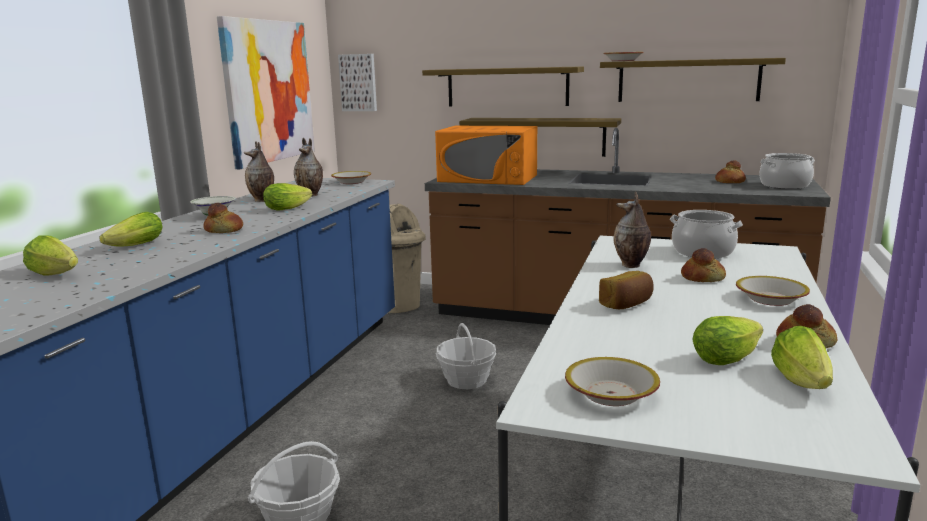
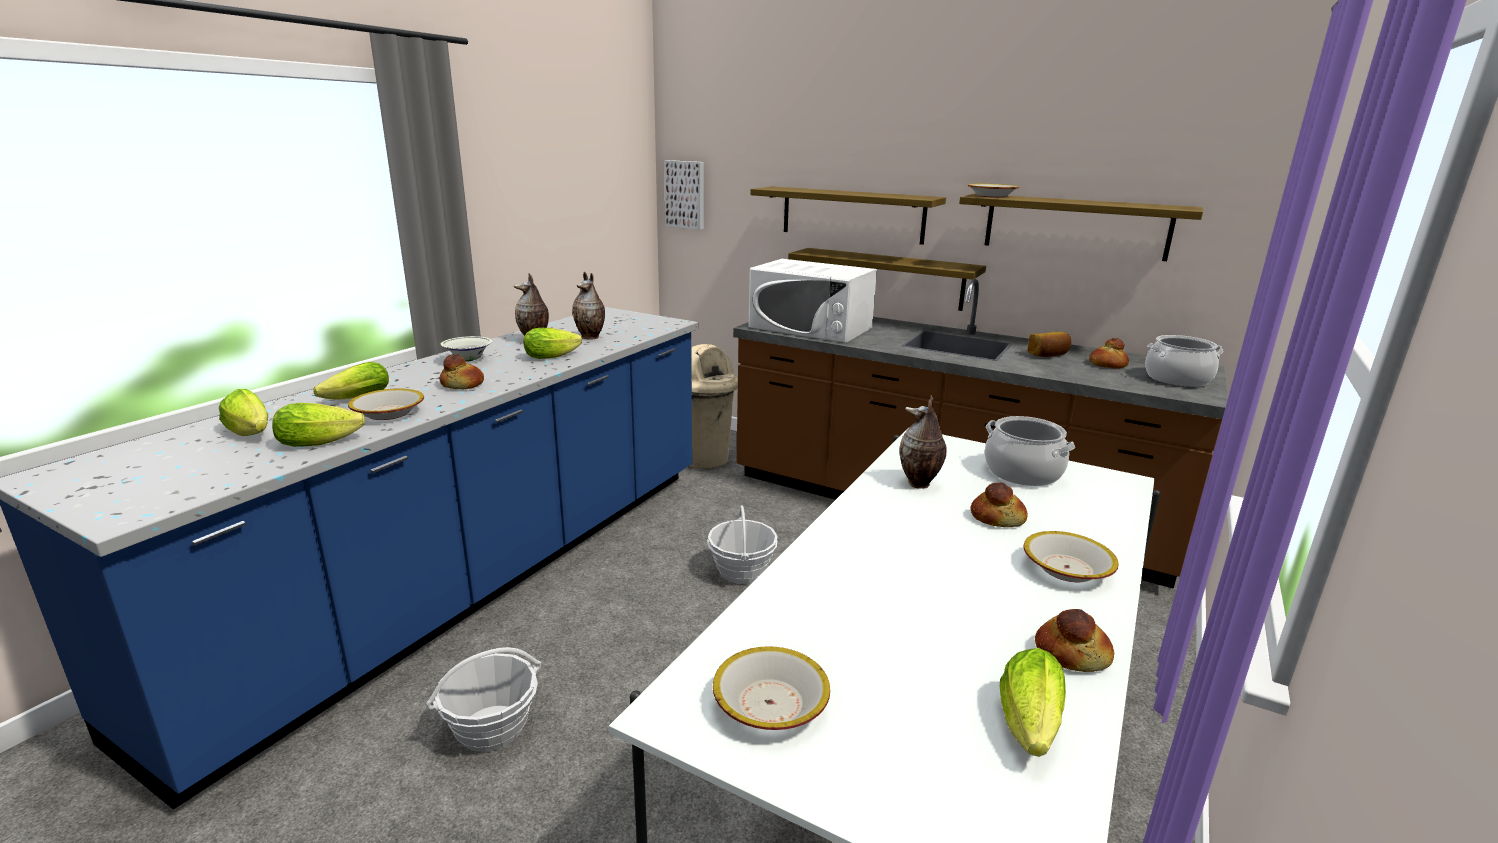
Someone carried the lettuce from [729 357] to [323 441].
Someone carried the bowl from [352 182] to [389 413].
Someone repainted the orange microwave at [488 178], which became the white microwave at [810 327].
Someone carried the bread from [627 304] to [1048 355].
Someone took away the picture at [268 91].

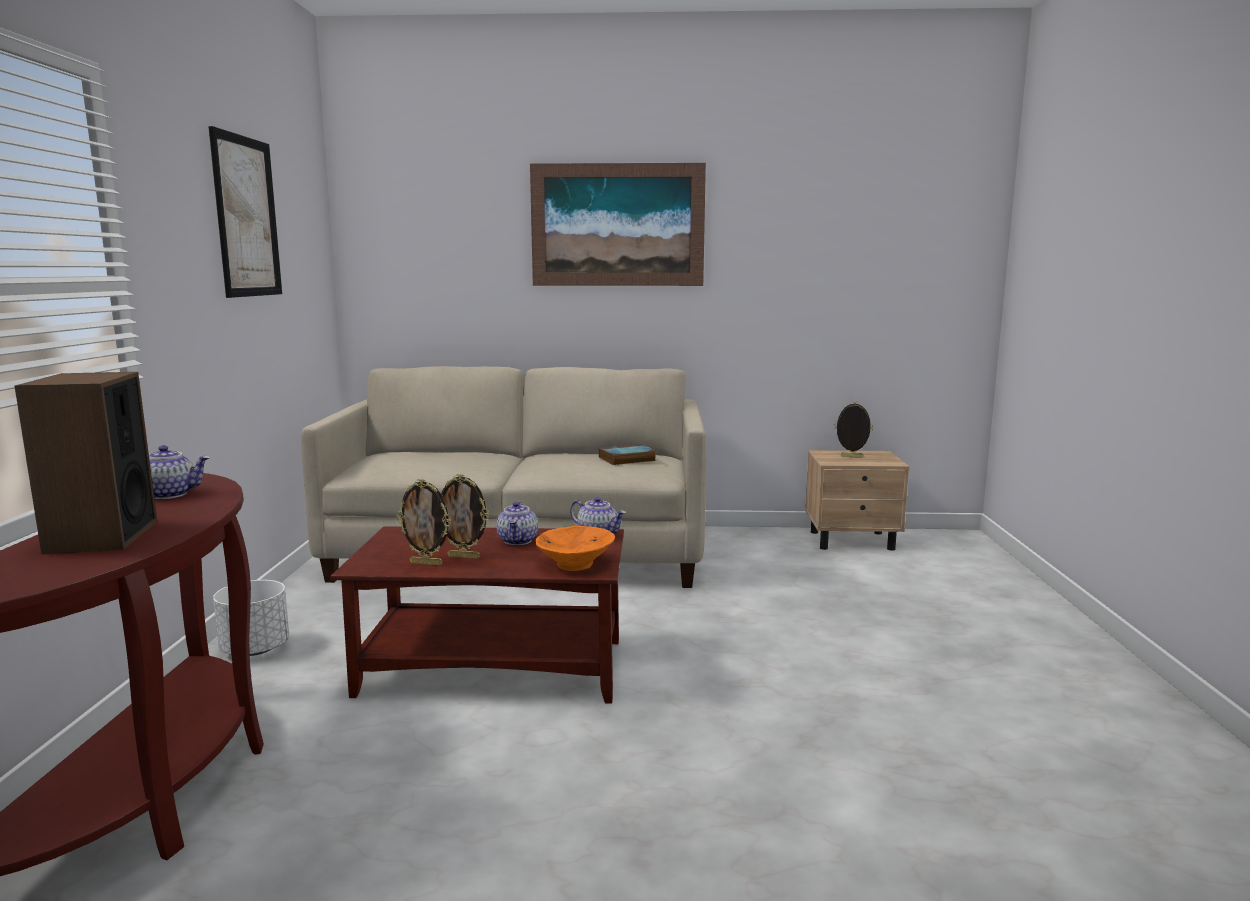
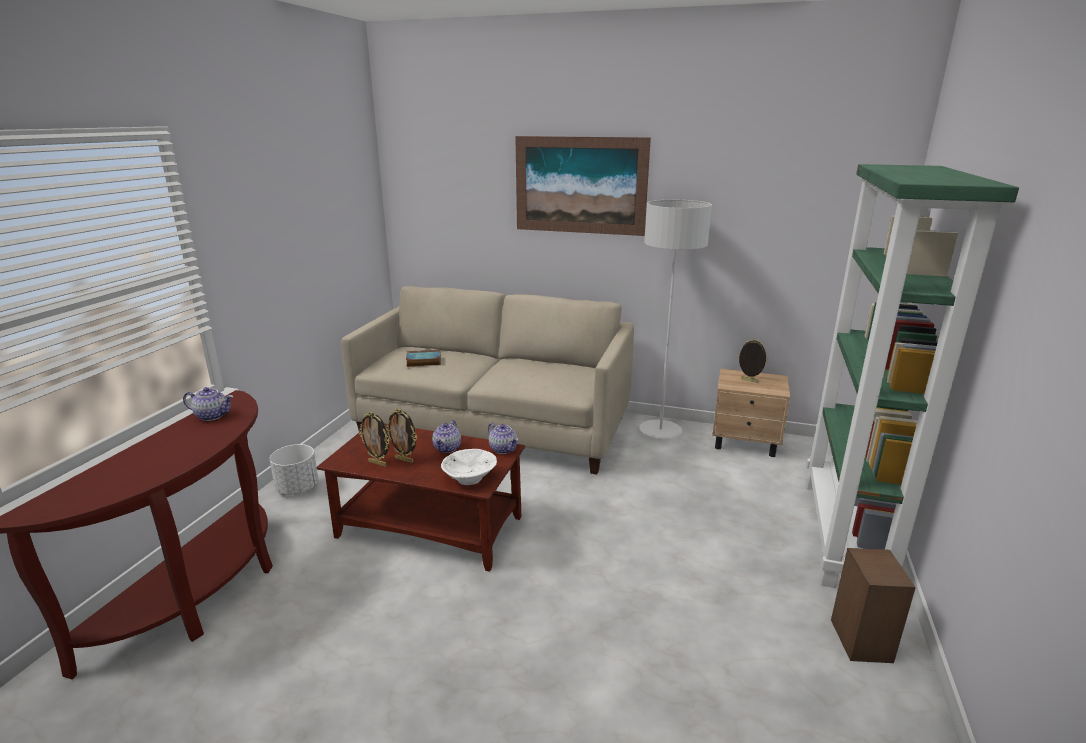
Someone carried the book from [626 459] to [423 361].
Someone repainted the orange bowl at [575 564], which became the white bowl at [470 478].
Someone put down the grey floor lamp at [660 431].
Someone put down the green bookcase at [845 534].
Someone carried the speaker from [101 537] to [860 640].
Someone took away the picture at [246 217].

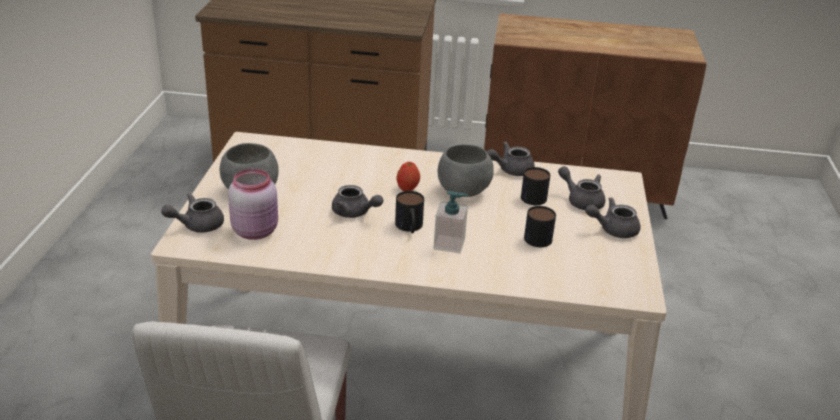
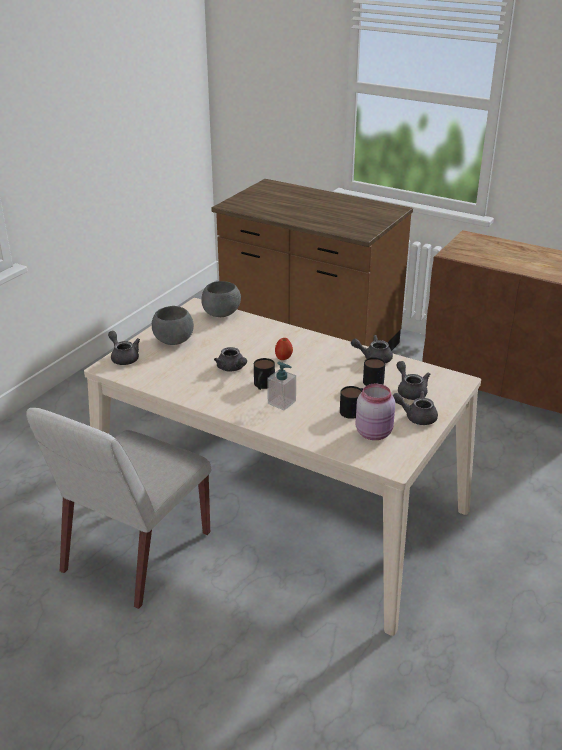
Someone rotated the grey teapot at [197 225] by 60 degrees clockwise.
Someone carried the grey bowl from [464 191] to [222 314].
Someone carried the pink jar from [256 231] to [375 433].

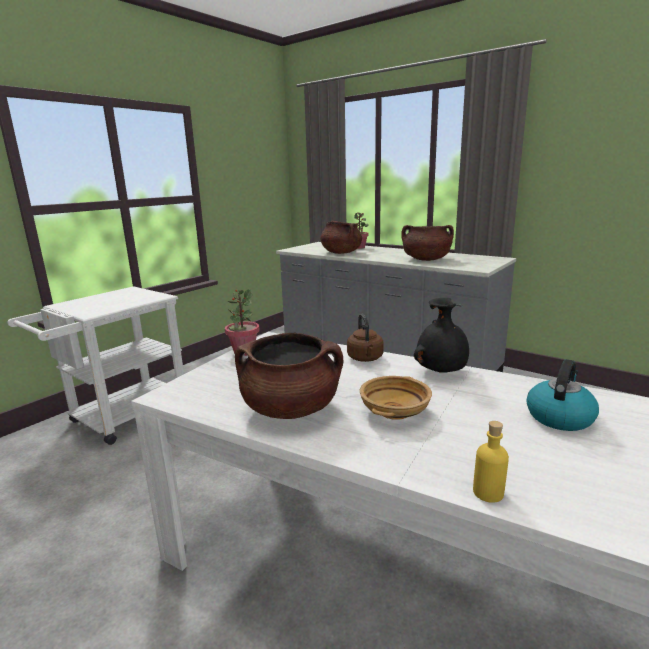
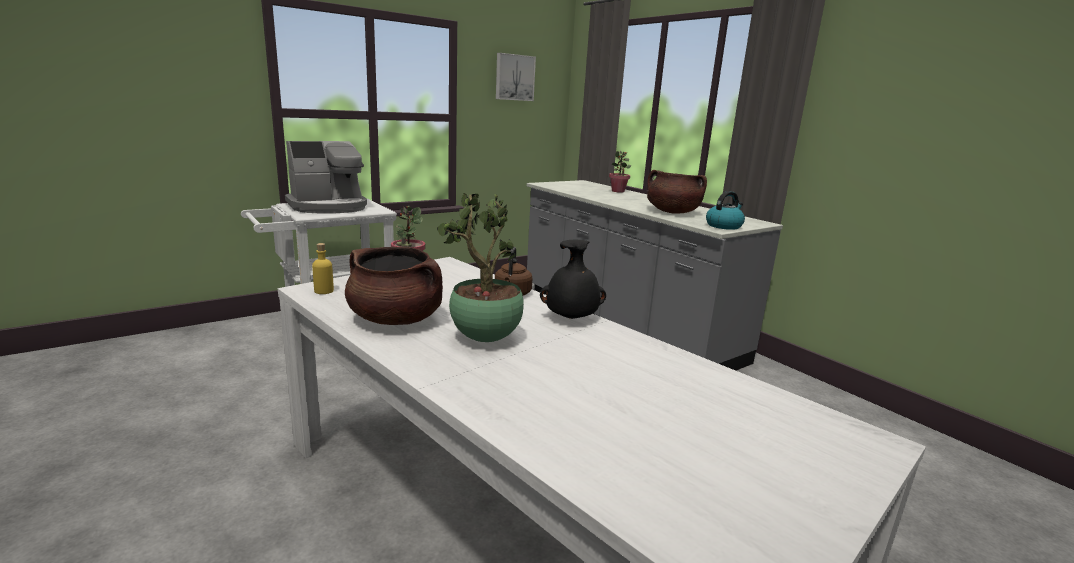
Someone put down the coffee machine at [329 207].
Someone carried the yellow bottle from [488 492] to [324 291].
Someone swapped the beige bowl at [395 411] for the potted plant at [484 339].
Someone put up the picture at [514 77].
Someone carried the kettle from [559 417] to [724 226].
Someone took away the brown cooking pot at [341 253].

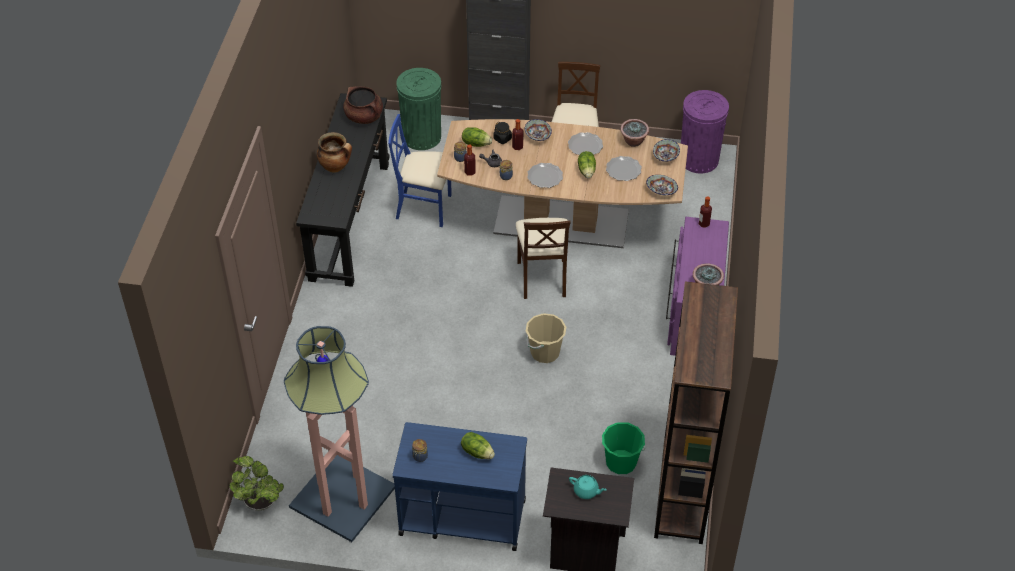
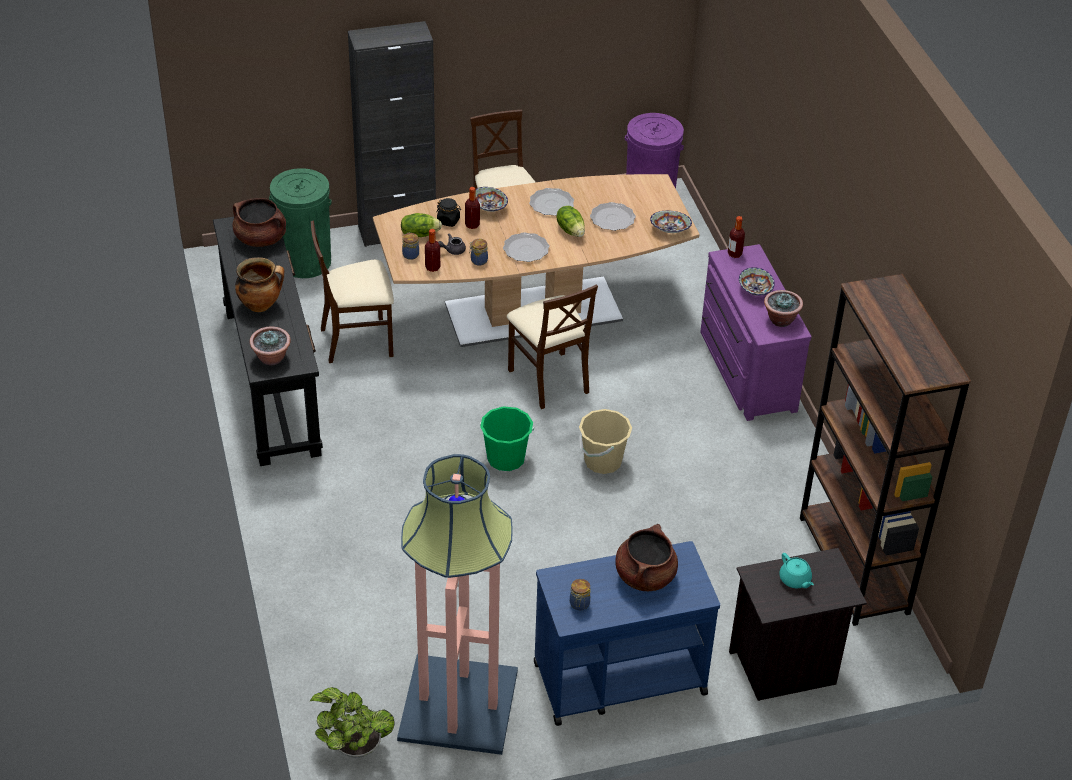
Someone carried the potted plant from [633 141] to [272 358].
Someone repainted the blue chair at [424 207], which became the beige chair at [357 340].
Someone carried the green bucket from [621 462] to [506 458].
Someone swapped the lettuce at [477 452] for the brown cooking pot at [645 576].
Someone carried the bowl from [666 157] to [755 290].
Someone rotated the turquoise teapot at [586 491] by 60 degrees clockwise.

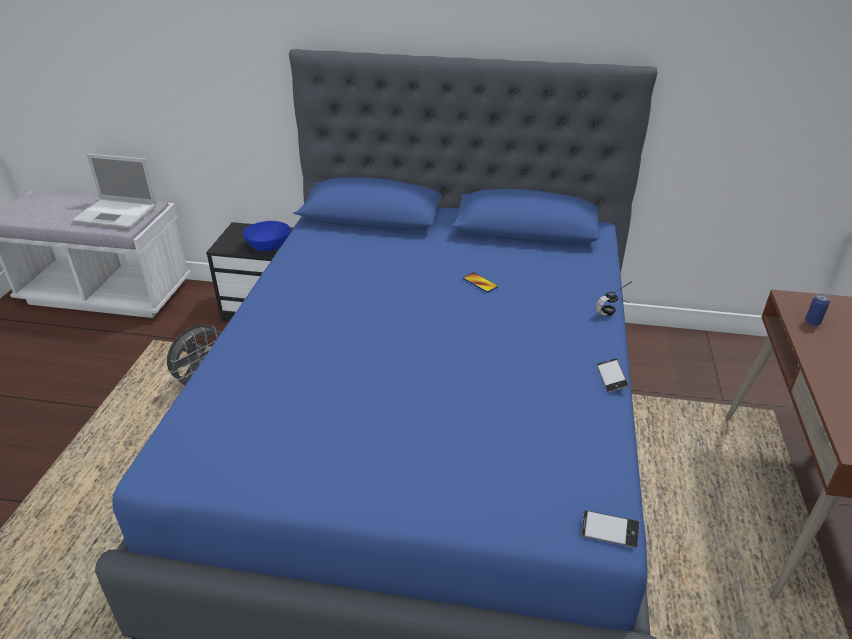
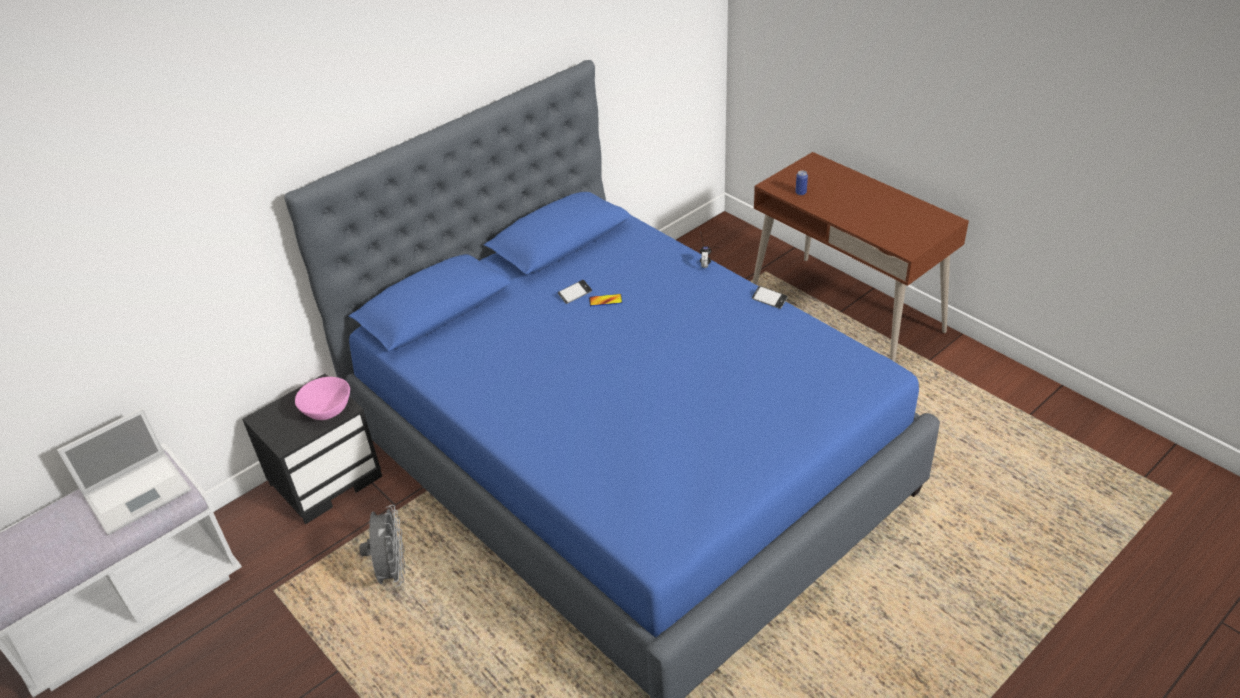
Someone repainted the blue bowl at [268 246], which became the pink bowl at [326 409].
Someone carried the phone from [609 532] to [575 294].

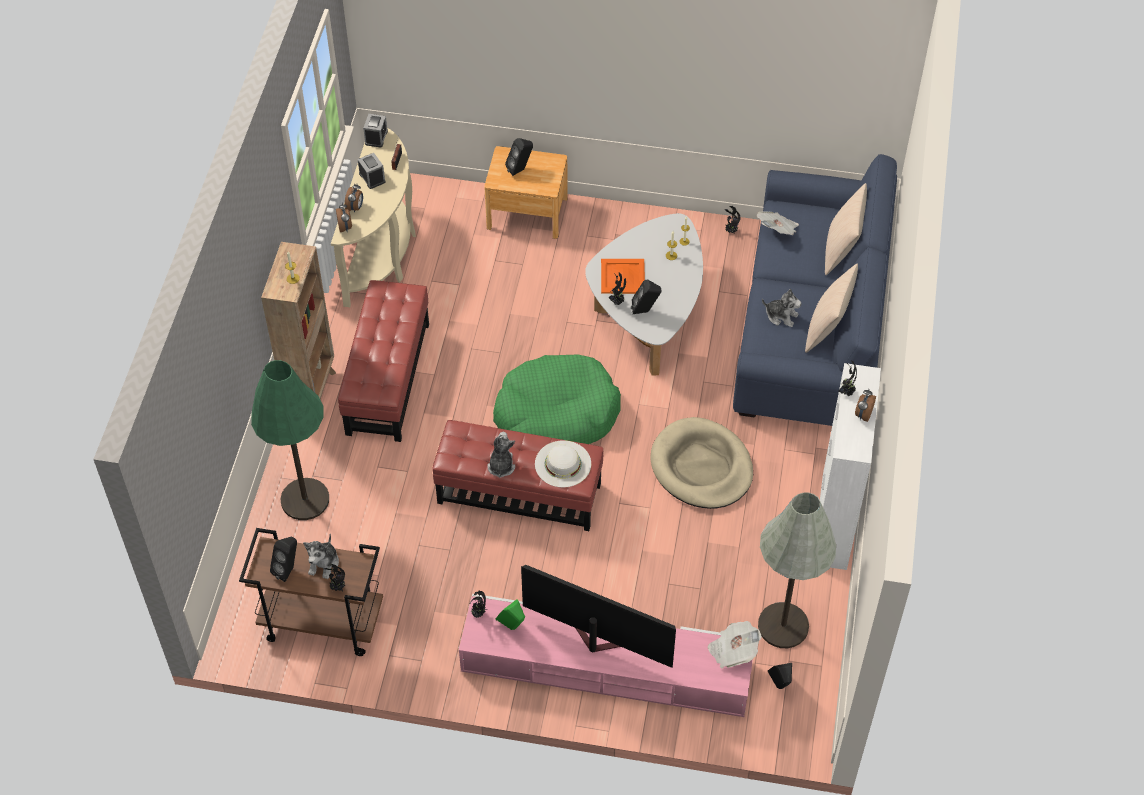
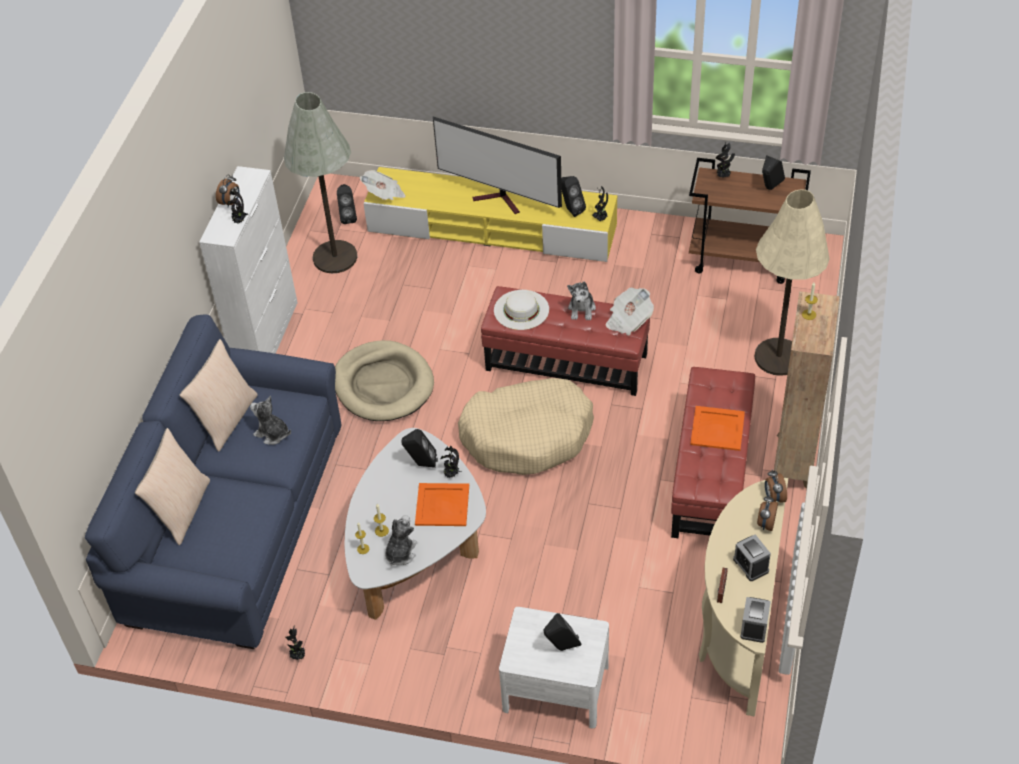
Someone repainted the pink tv stand at [606 667], which became the yellow tv stand at [492 229].
Someone carried the plush toy from [324 563] to [400 553].
Someone repainted the green dog bed at [556 415], which became the beige dog bed at [527 435].
Someone repainted the brown nightstand at [527 213], which became the white nightstand at [555 688].
Someone repainted the green speaker at [512 627], which became the black speaker at [571 210].
Someone carried the newspaper from [778 230] to [628 320].
Someone put down the orange tray at [718 428].
Someone repainted the green floor lamp at [305 499], which became the beige floor lamp at [778 357].

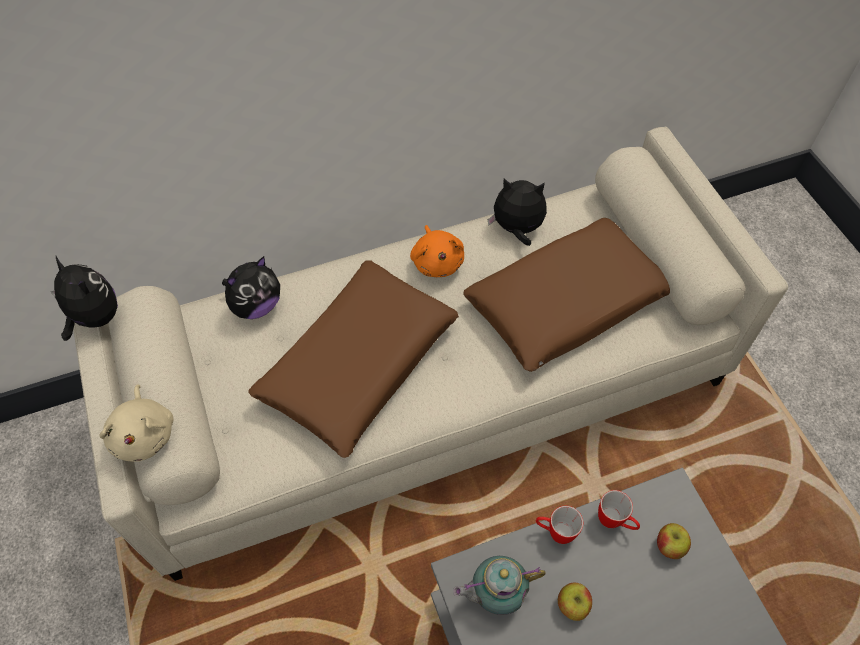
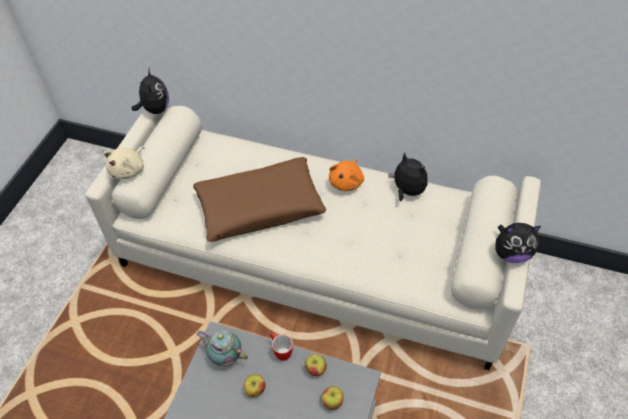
Someone swapped the mug at [614 522] for the apple at [315 369].
Someone carried the plush toy from [256 306] to [511 253].
Someone took away the brown pillow at [566 304].

